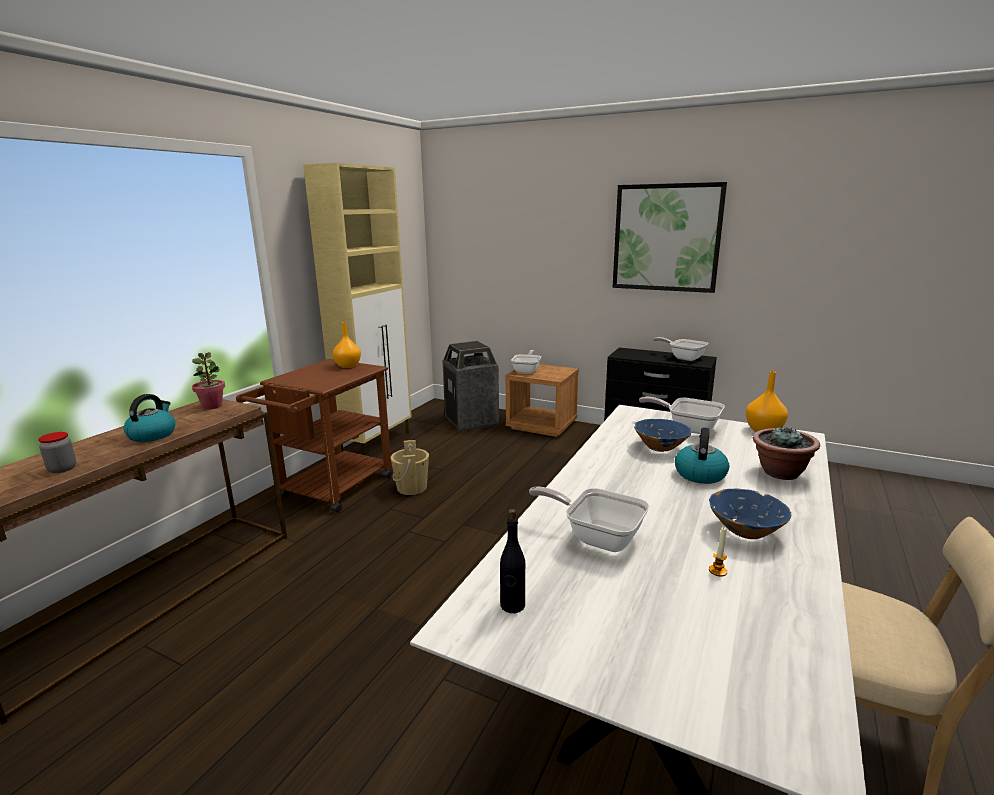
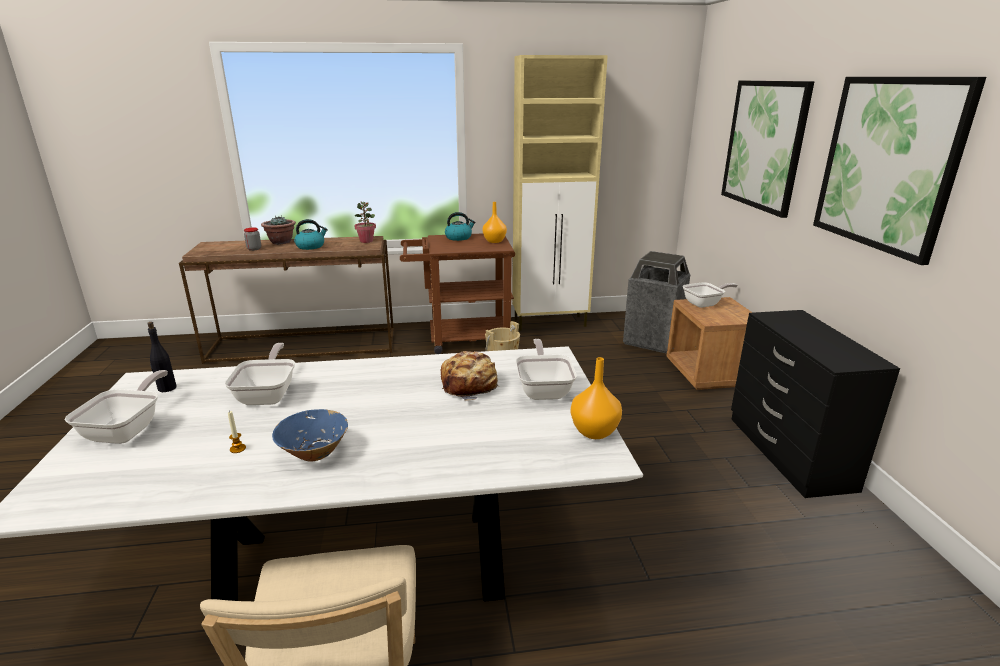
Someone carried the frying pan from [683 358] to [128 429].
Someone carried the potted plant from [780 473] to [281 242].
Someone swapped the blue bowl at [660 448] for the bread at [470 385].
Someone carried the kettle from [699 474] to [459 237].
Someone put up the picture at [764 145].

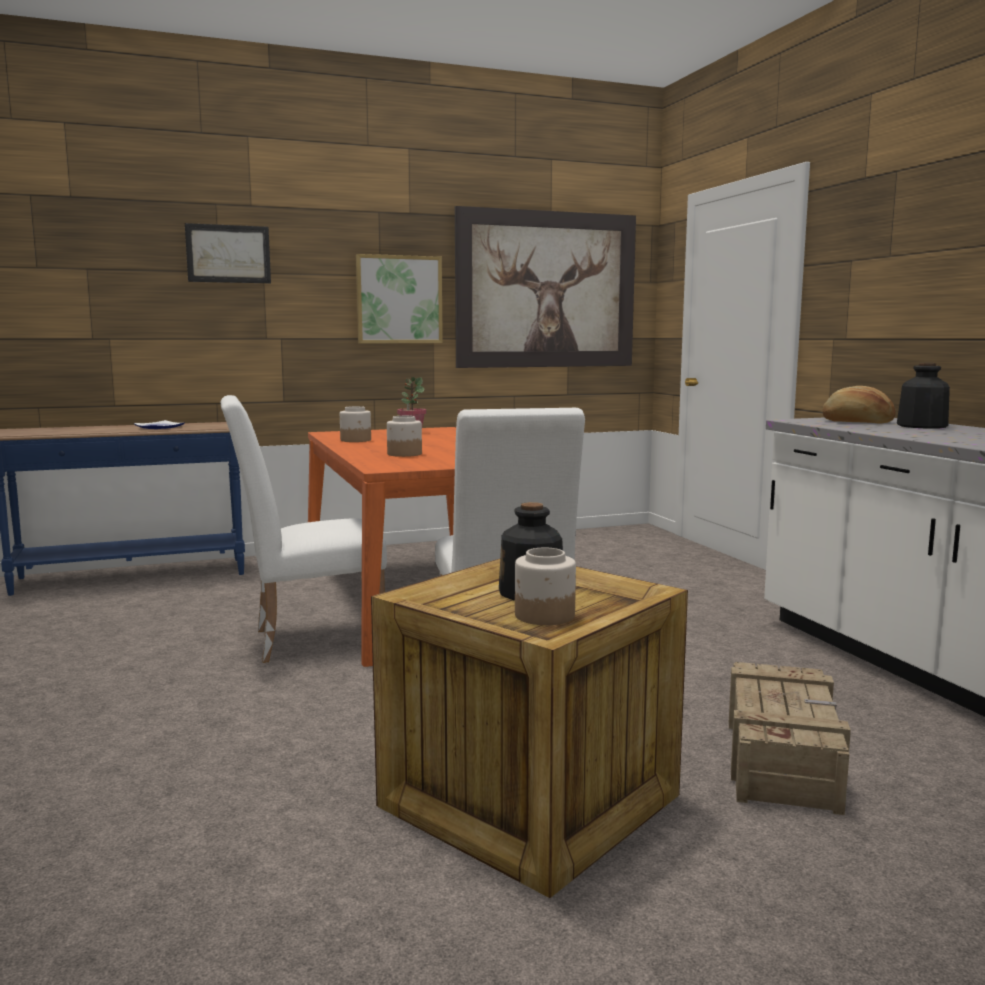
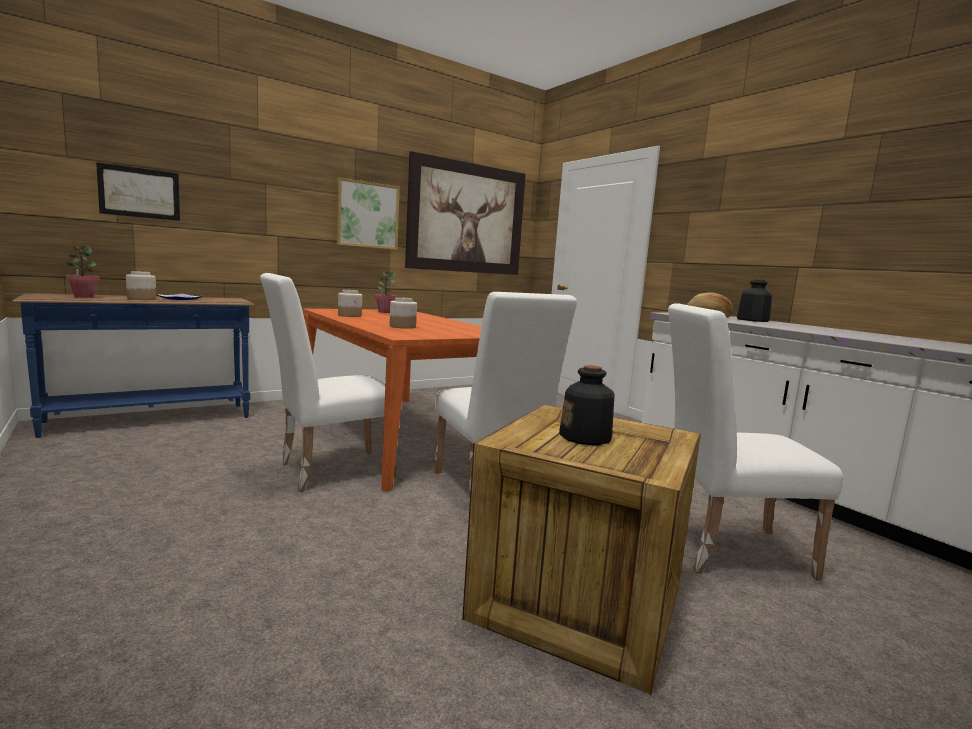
Someone put down the potted plant at [84 296].
Someone carried the picture from [228 254] to [139 192].
Someone carried the jar from [544 616] to [141 299].
Someone swapped the crate at [782 756] for the white chair at [722 548].

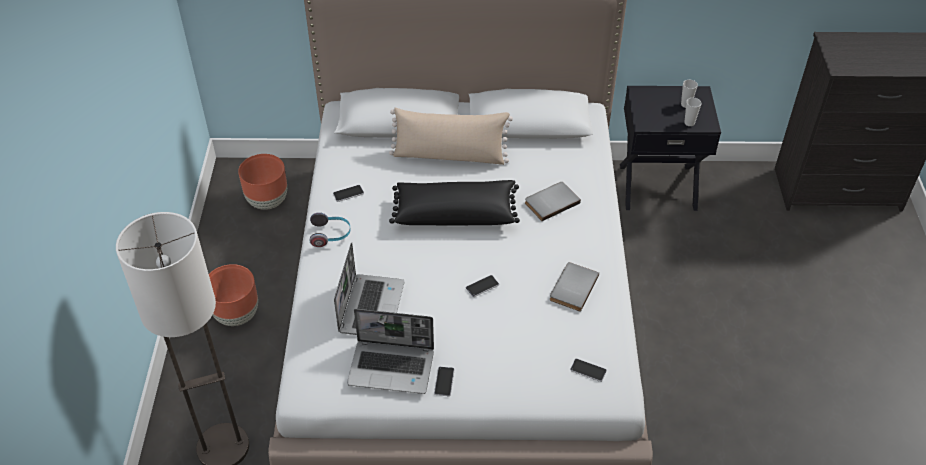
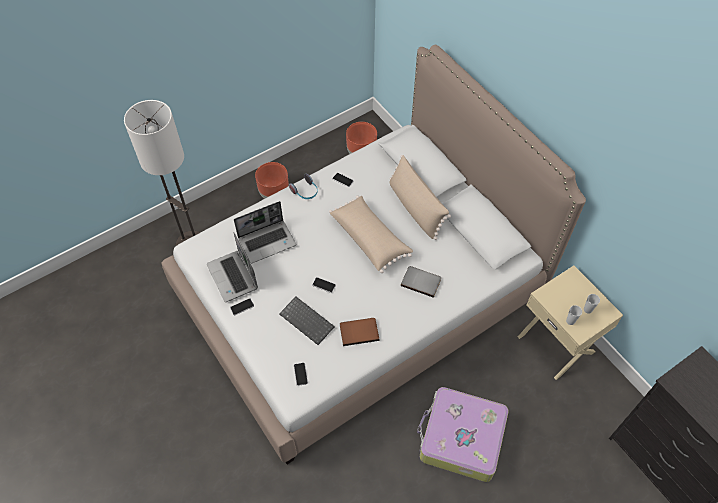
Someone put down the keyboard at [308 321].
Someone repainted the black pillow at [455 213], which became the beige pillow at [370 238].
Someone repainted the grey book at [572 287], which became the brown book at [359 331].
Someone put down the suitcase at [460 438].
Someone repainted the black nightstand at [657 186], which became the beige nightstand at [557 343].

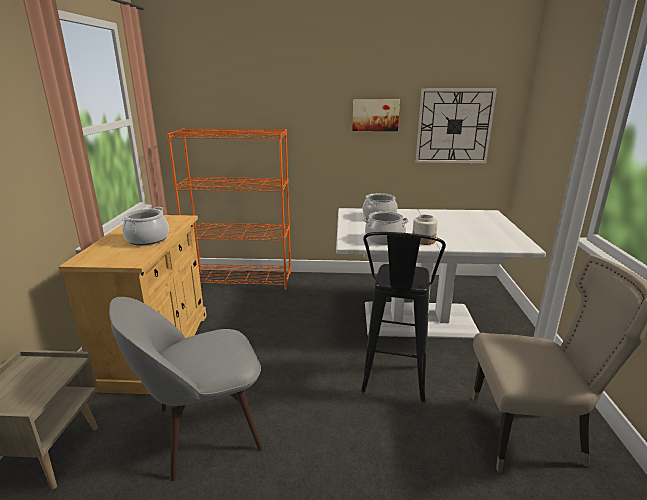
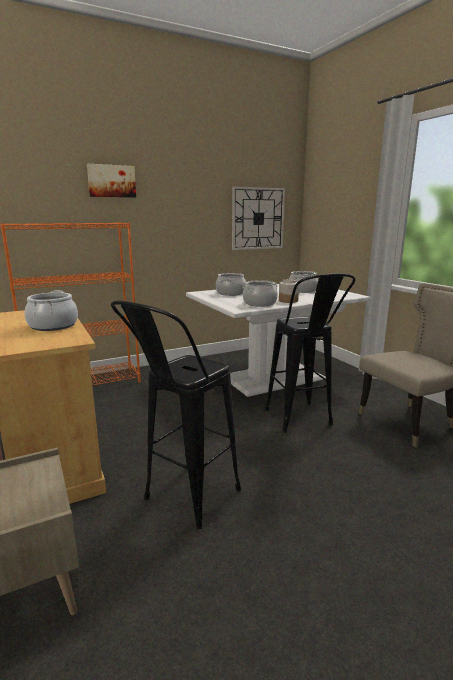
Someone carried the picture from [375 115] to [111 181].
Someone swapped the grey chair at [203 430] for the black stool at [183 503].
Someone put down the cooking pot at [302 290].

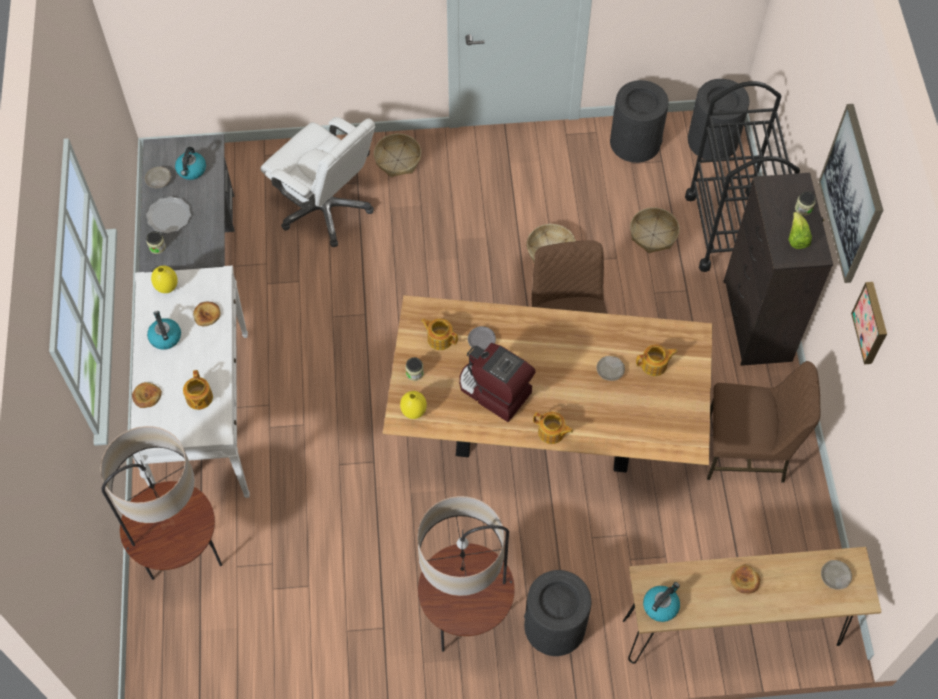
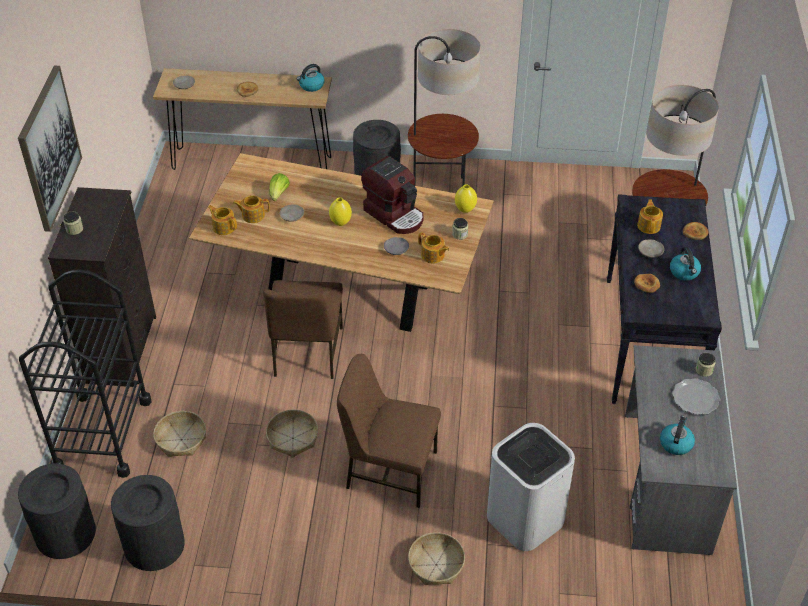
Someone carried the teapot from [551 432] to [224 227].
Someone carried the lettuce from [797 238] to [278 194].
Someone carried the yellow vase from [167 287] to [341 223].
Someone carried the brown chair from [747 450] to [390 470].
Someone swapped the white office chair at [326 209] for the white trash can at [525 518].
Someone repainted the white console table at [204 416], which became the black console table at [649 342].
Someone carried the beige plate from [158 180] to [650 251].
Someone took away the picture at [872 323].

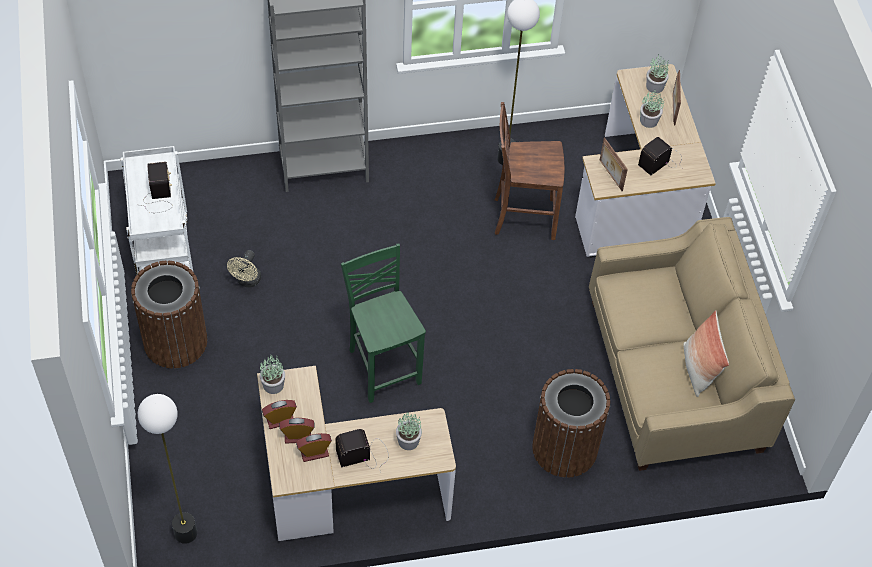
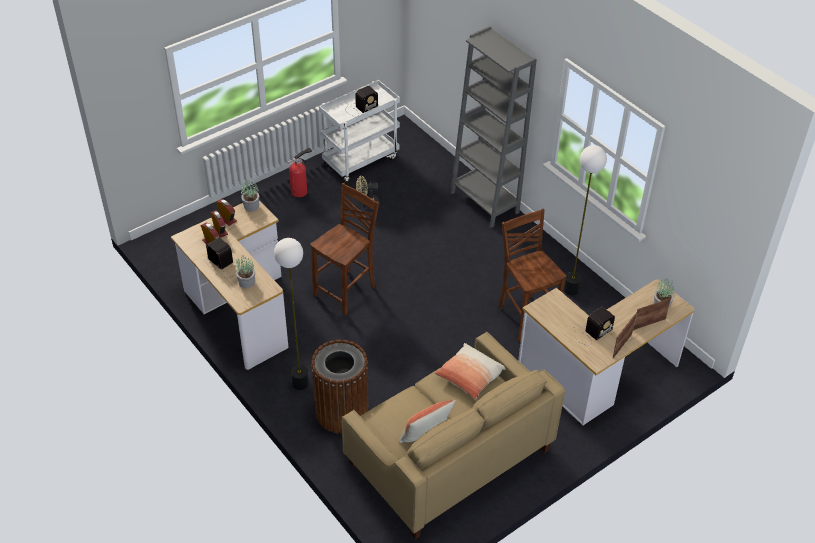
Someone carried the floor lamp from [185 533] to [300 383].
Someone swapped the brown trash can at [175 341] for the fire extinguisher at [300 191].
Someone repainted the green chair at [383 366], which became the brown chair at [346 291].
Someone put down the pillow at [469 377].
Someone rotated the radio at [661 160] by 120 degrees clockwise.
Someone carried the picture frame from [610 175] to [621 345].
Someone took away the potted plant at [649 120].

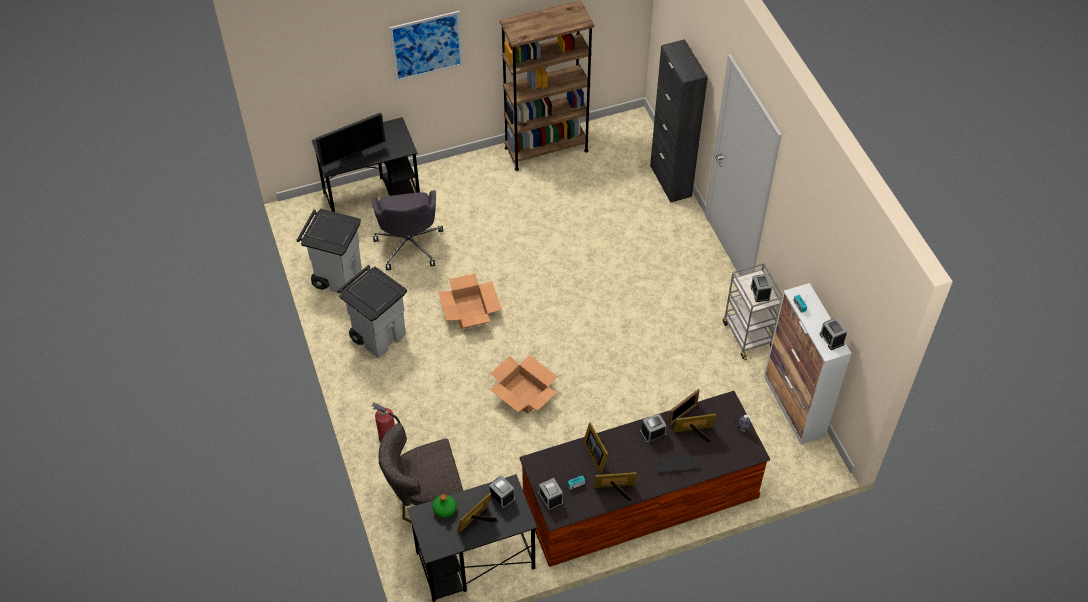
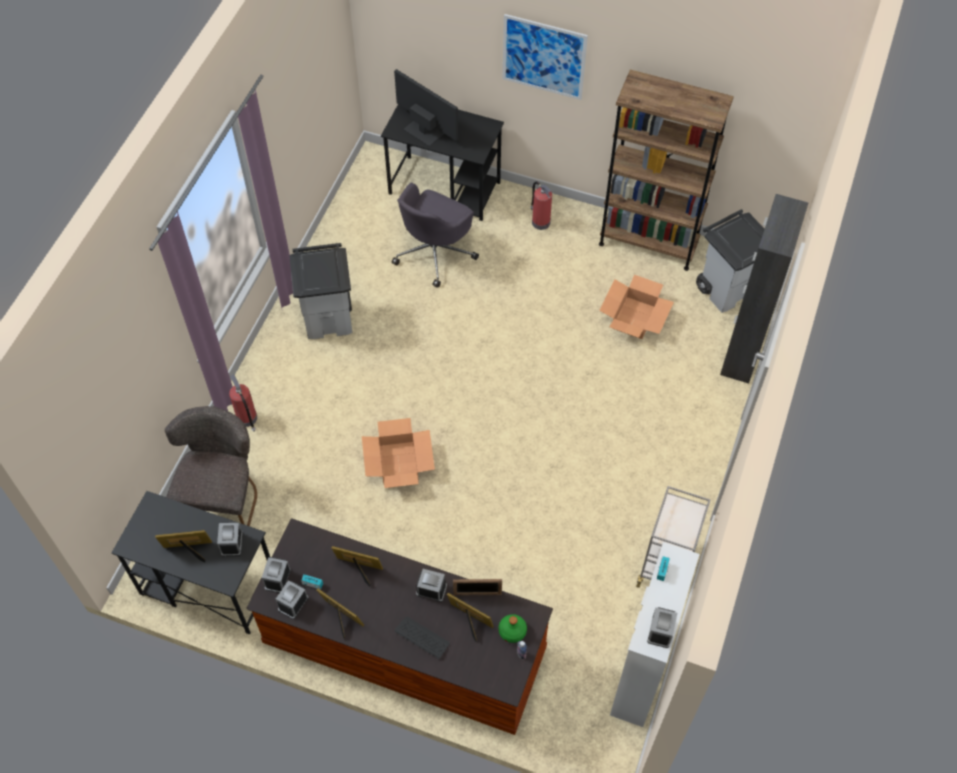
Someone rotated the grey chair at [425 499] by 75 degrees clockwise.
Someone carried the alarm clock from [760 293] to [293 603].
Someone rotated the picture frame at [596 454] by 90 degrees clockwise.
Someone rotated the monitor at [352 156] by 150 degrees counterclockwise.
Someone carried the green bottle from [444 509] to [512 631].
Someone put down the fire extinguisher at [540 221].
Someone carried the cardboard box from [470 311] to [634 318].
Someone carried the grey trash can from [337 275] to [726 289].

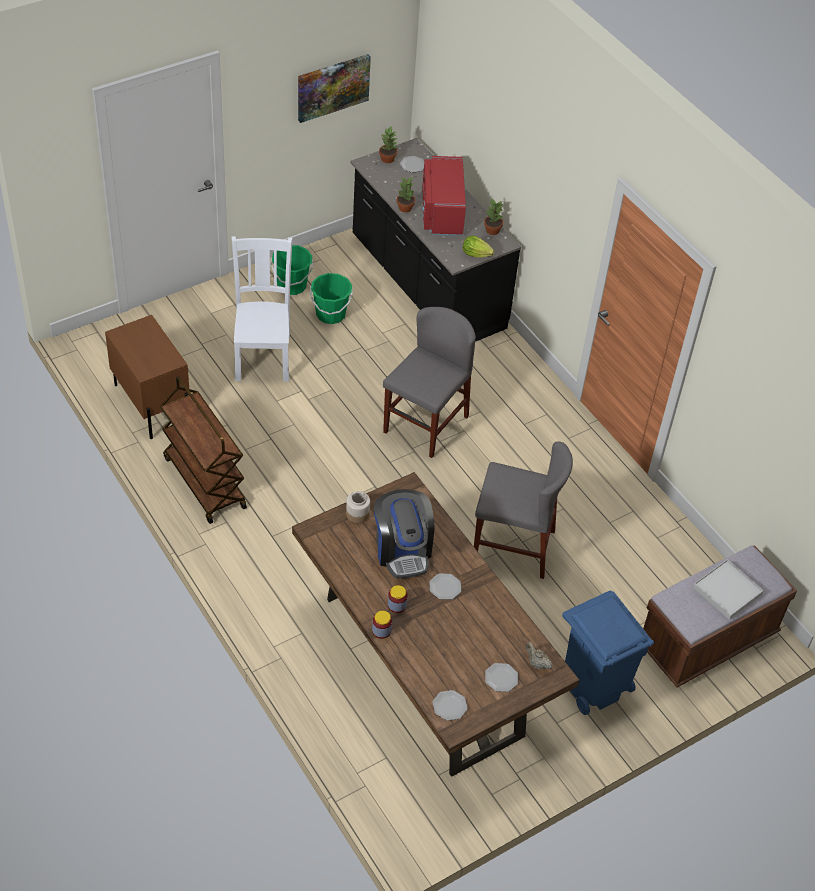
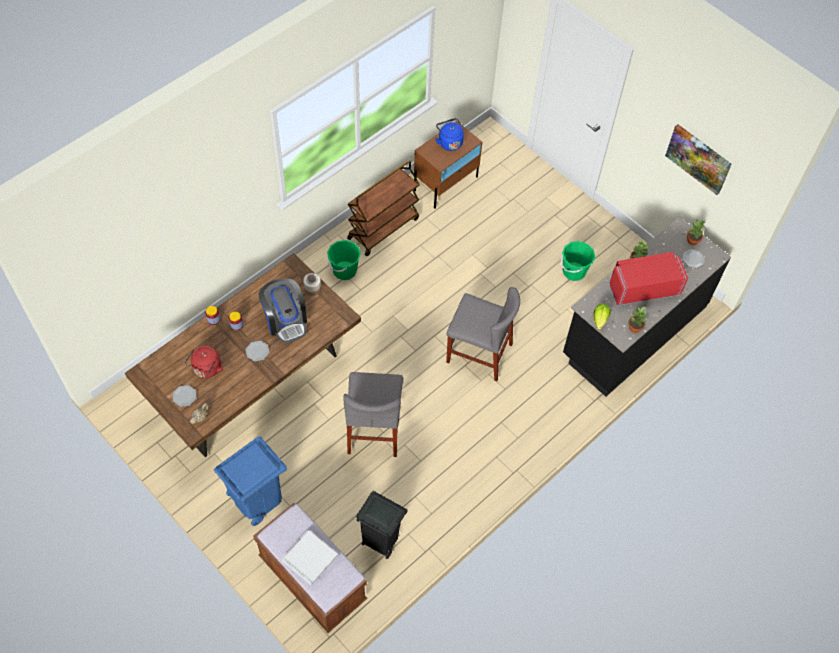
Someone put down the red kettle at [206 369].
Someone rotated the coffee machine at [402 550] by 90 degrees counterclockwise.
Someone carried the green bucket from [292 285] to [344 270].
Someone put down the black trash can at [380 542].
Someone put down the blue kettle at [449 142].
Someone took away the white chair at [263 356].
Someone took away the plate at [450 706].

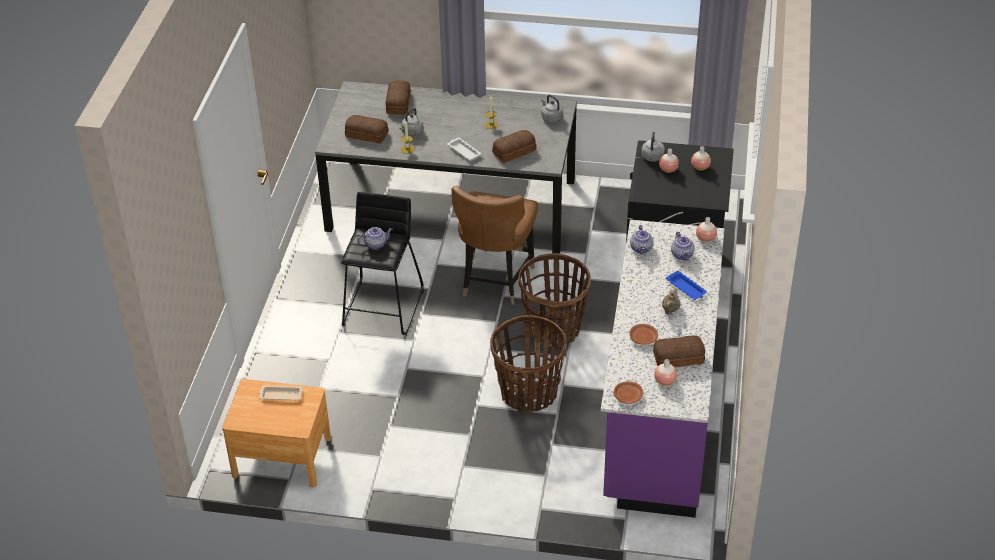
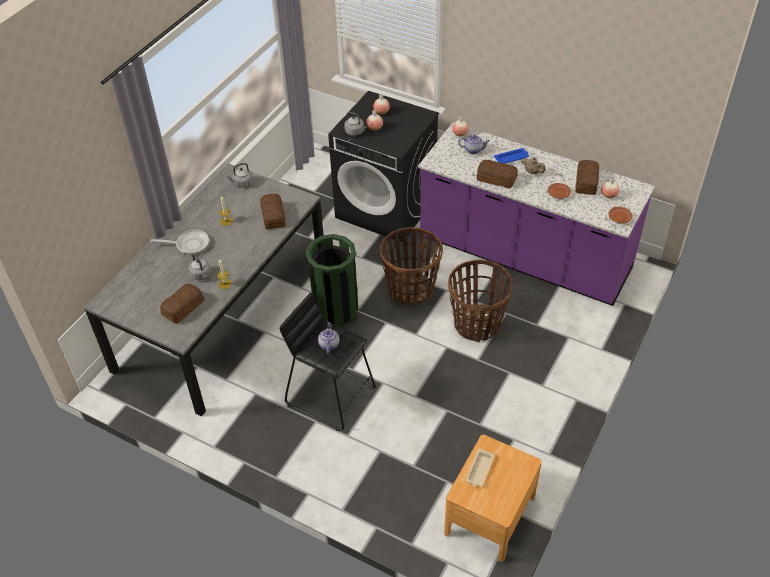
Someone put down the frying pan at [189 244].
Someone swapped the brown chair at [495 280] for the green trash can at [336 310].
Someone carried the bread from [399 103] to [496 178].
Someone took away the white tray at [463 151].
Someone took away the teapot at [641 249].

